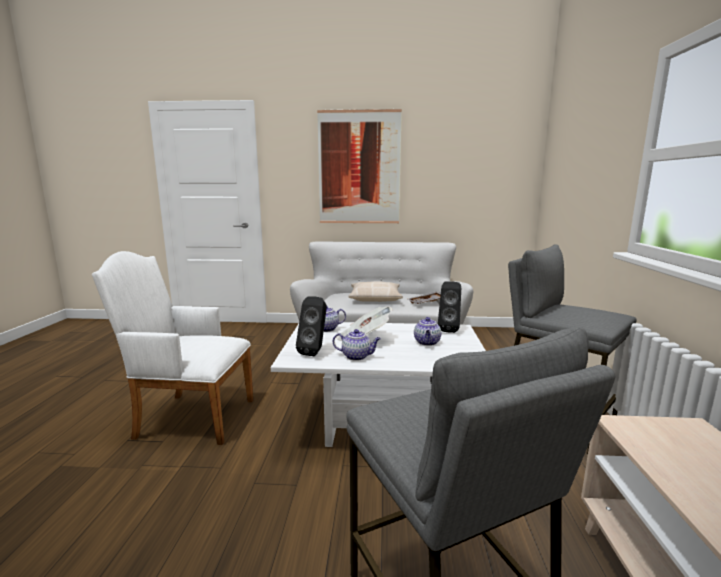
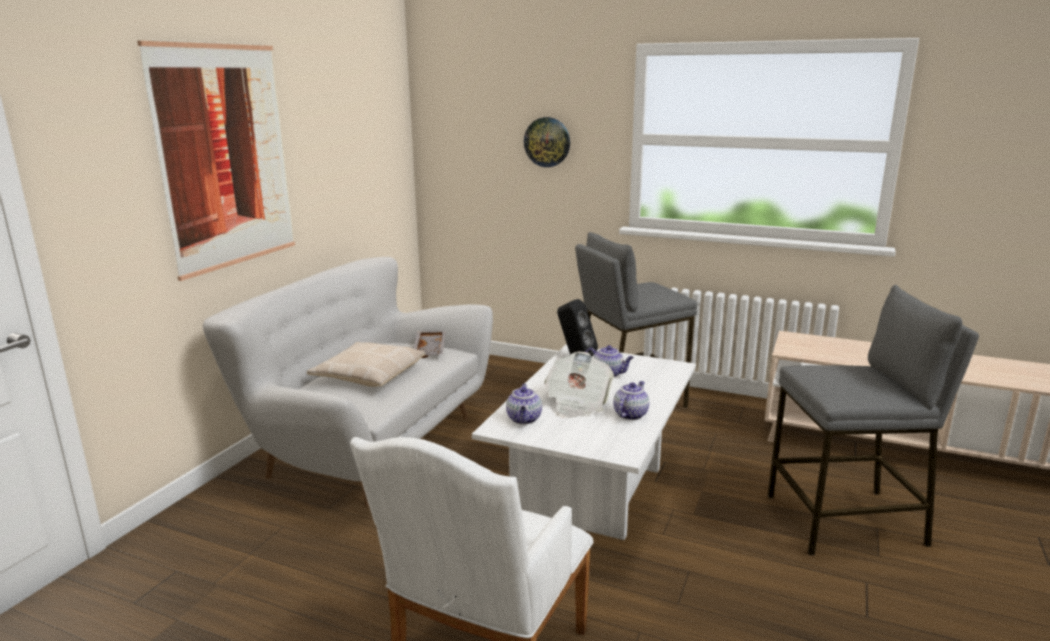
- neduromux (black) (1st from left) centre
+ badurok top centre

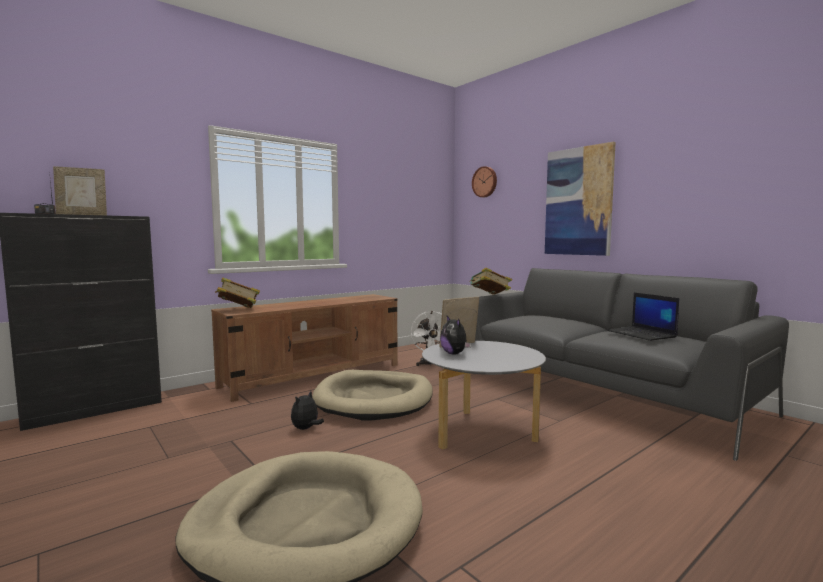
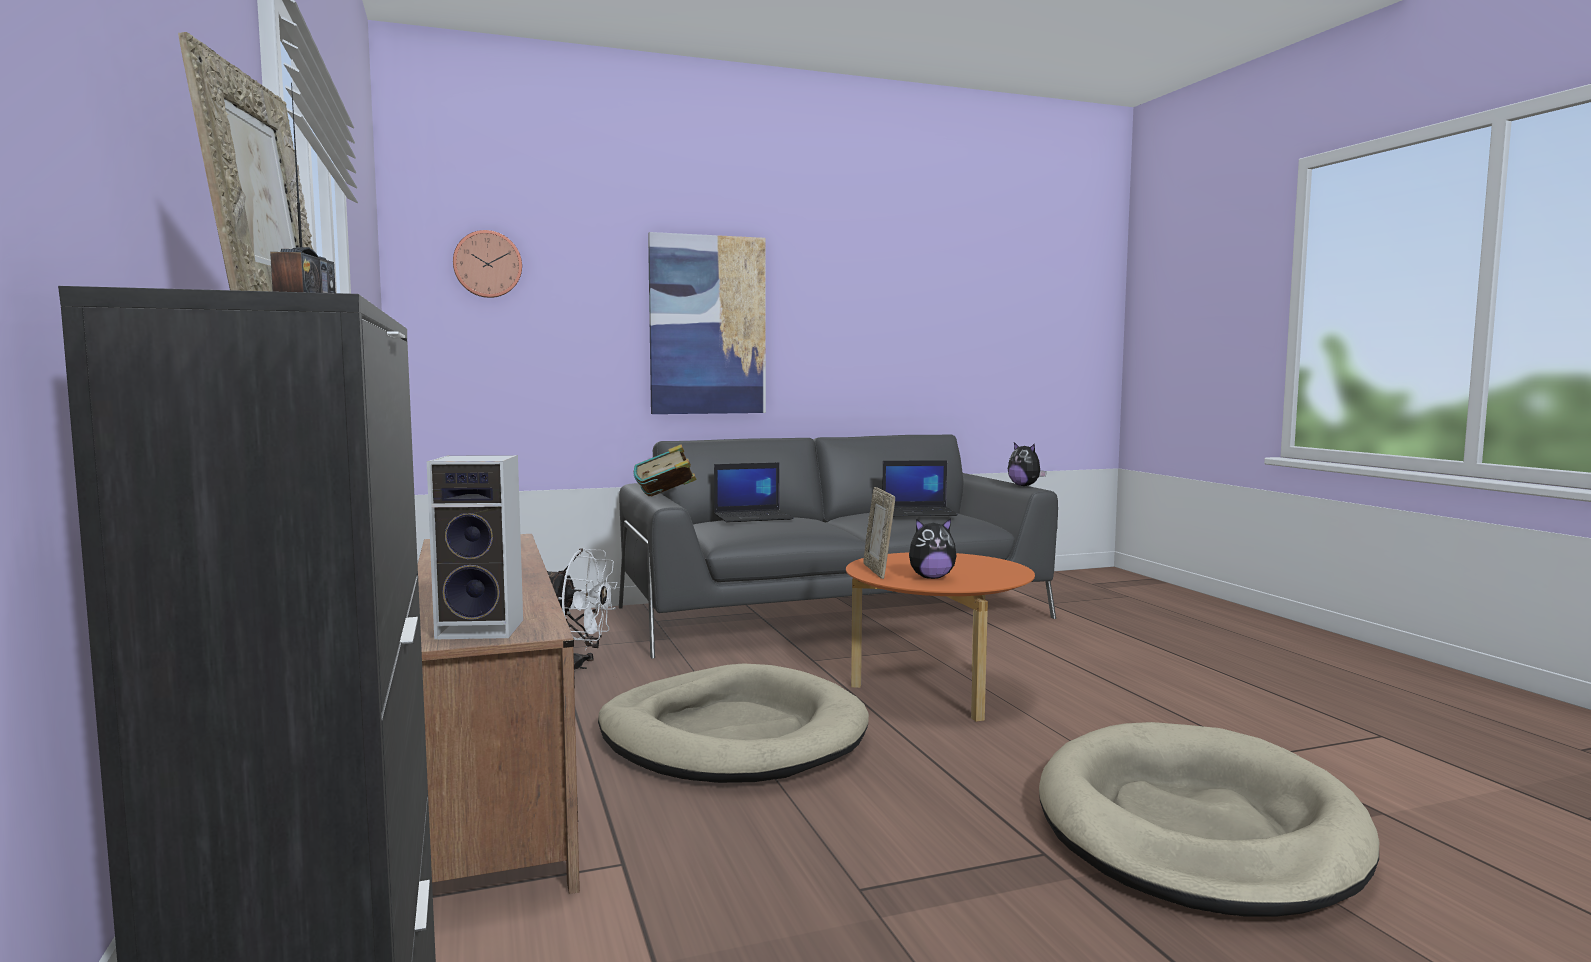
~ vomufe (1st from left) middle left to neduromux middle left
~ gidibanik (1st from left in the first image) bottom centre to gidibanik (2nd from left) centre
~ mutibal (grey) bottom centre to mutibal (orange) centre
+ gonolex (1st from left) centre

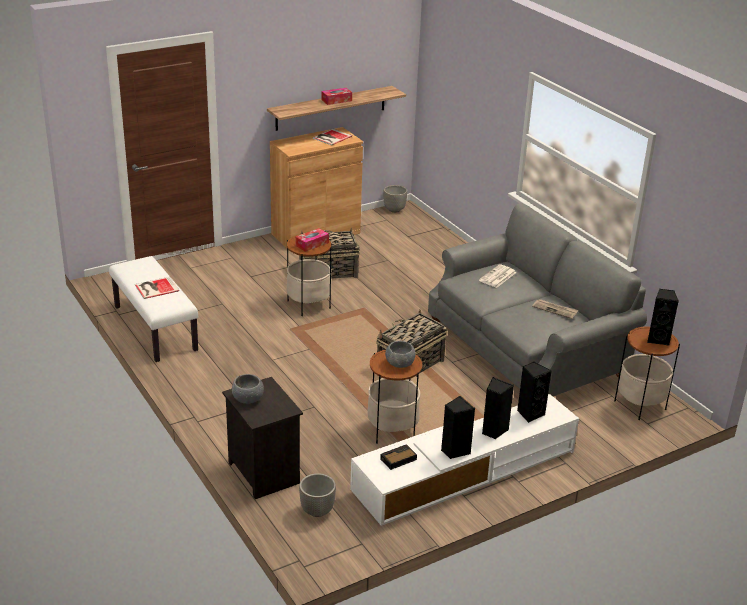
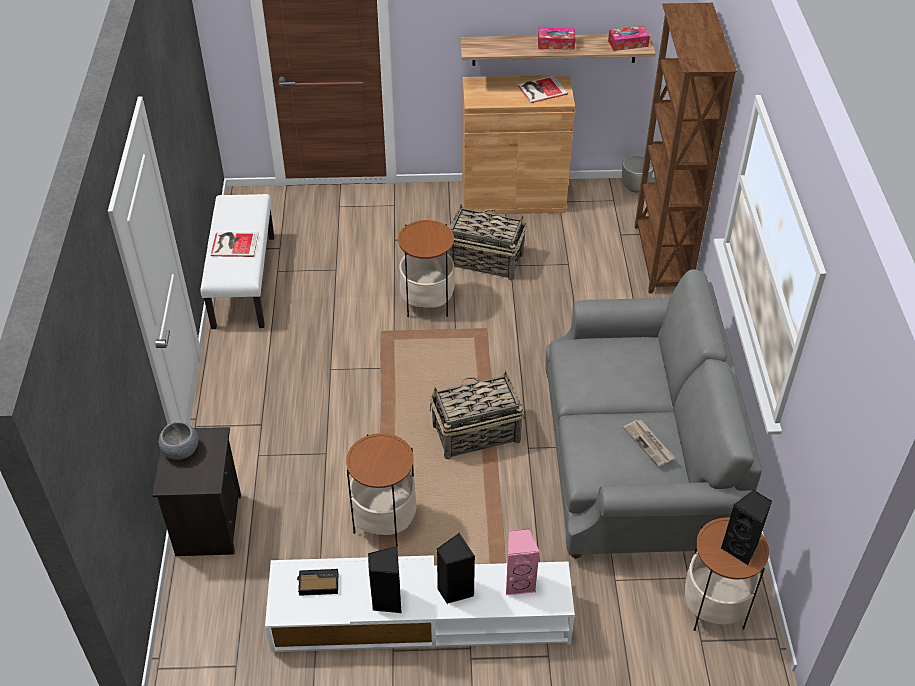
~ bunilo (1st from left in the first image) centre to bunilo (2nd from left) top right
- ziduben (1st from left) bottom centre
- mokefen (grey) (2nd from left) centre
- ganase (1st from left) centre
~ neduromux (black) (3rd from left) middle right to neduromux (pink) bottom centre
+ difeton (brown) top right

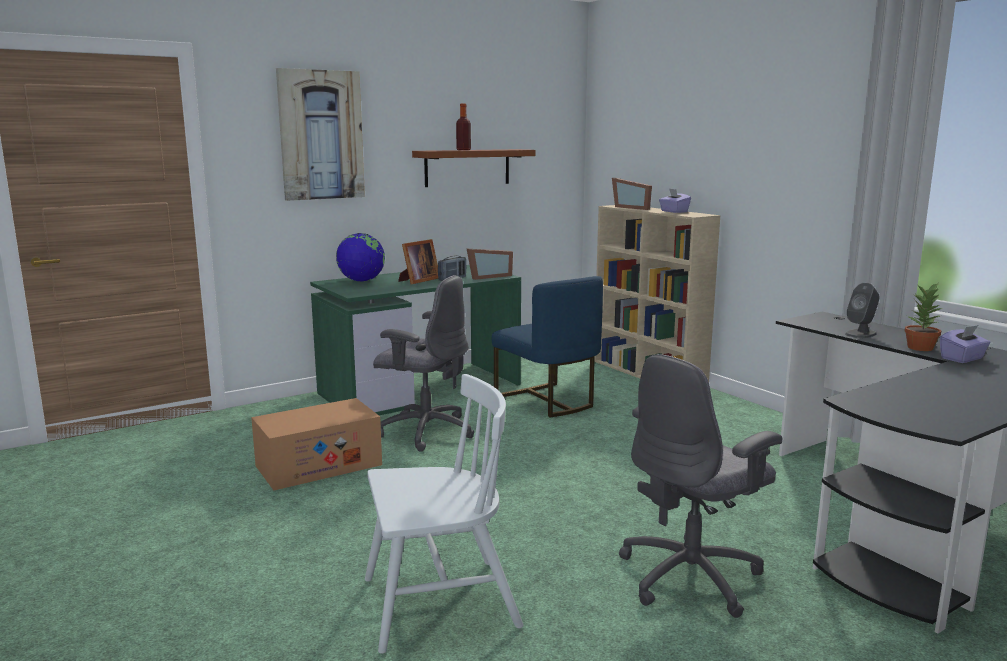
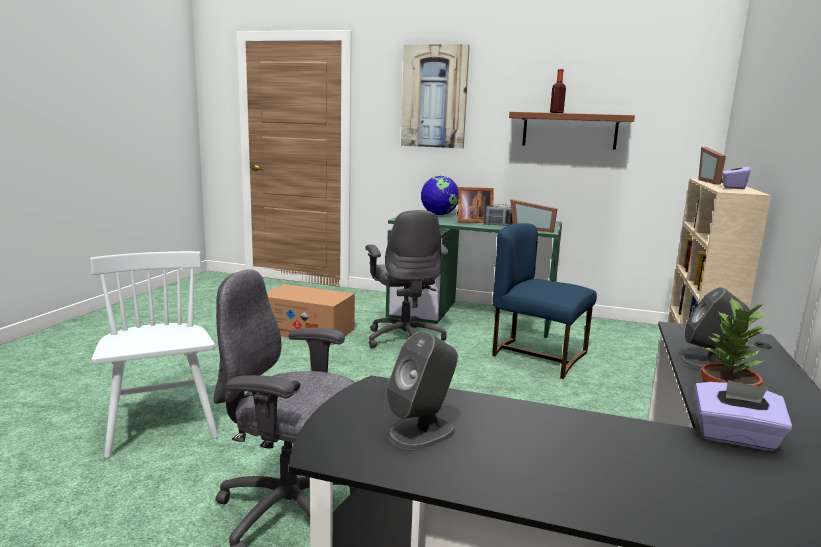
~ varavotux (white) bottom centre = middle left 150 degrees counterclockwise
~ varavotux (blue) centre = centre 105 degrees clockwise
+ neduromux (grey) (1st from left) bottom centre

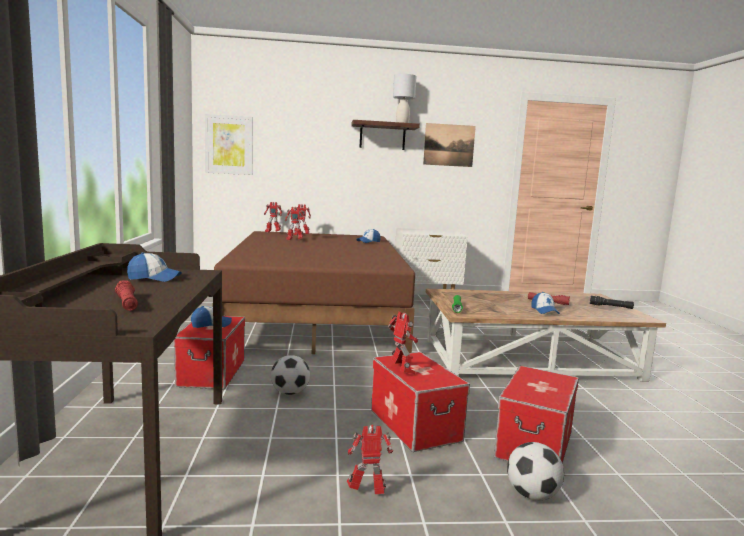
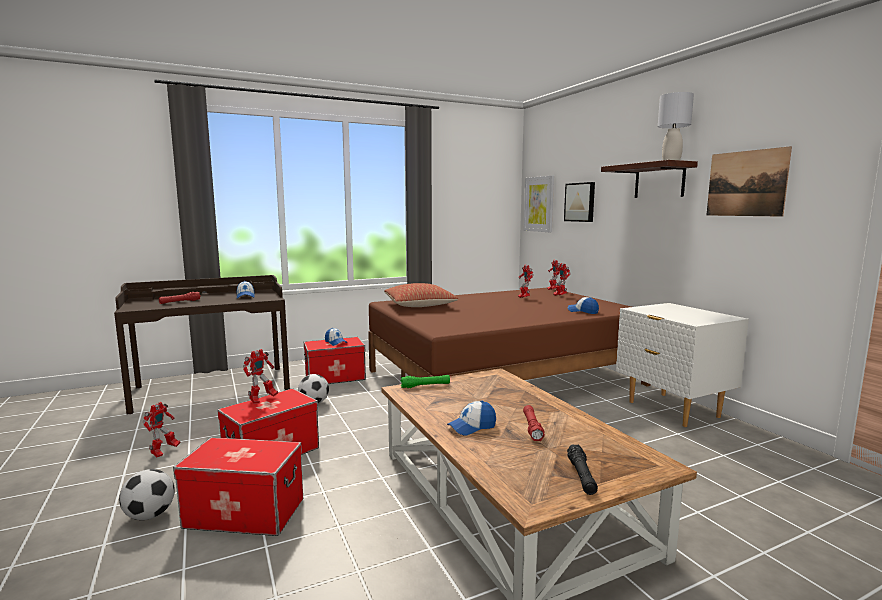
~ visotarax (4th from left in the first image) bottom centre = bottom left 45 degrees clockwise
+ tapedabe centre
+ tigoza (2nd from left) centre

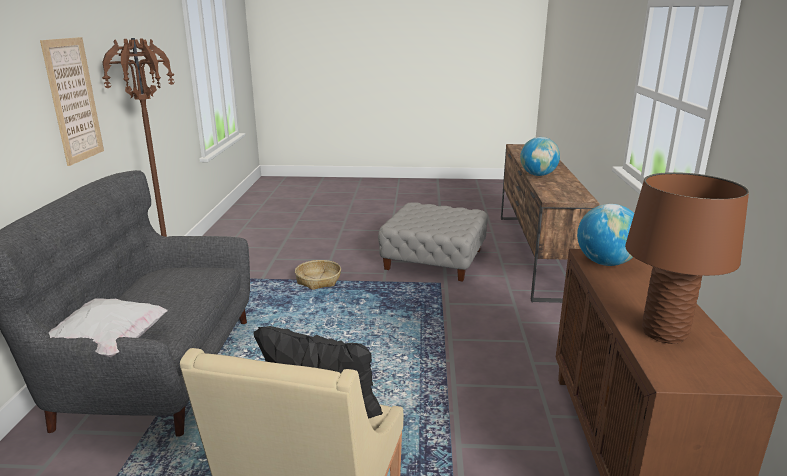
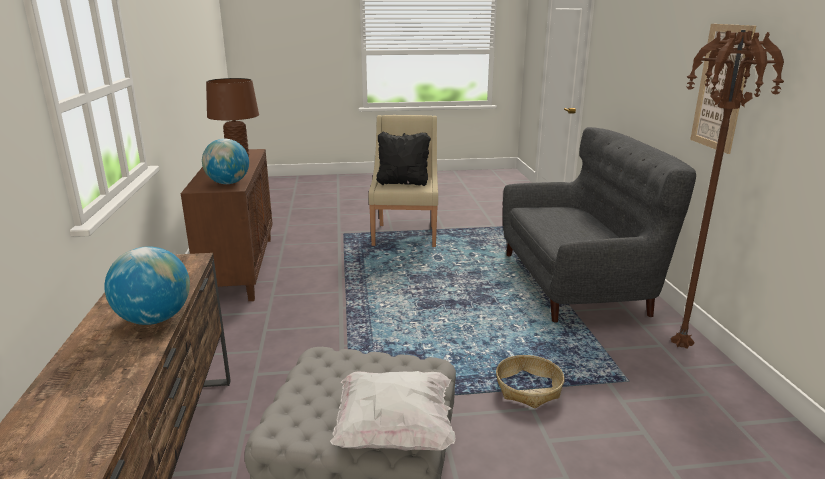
~ tapedabe (white) bottom left to bottom centre

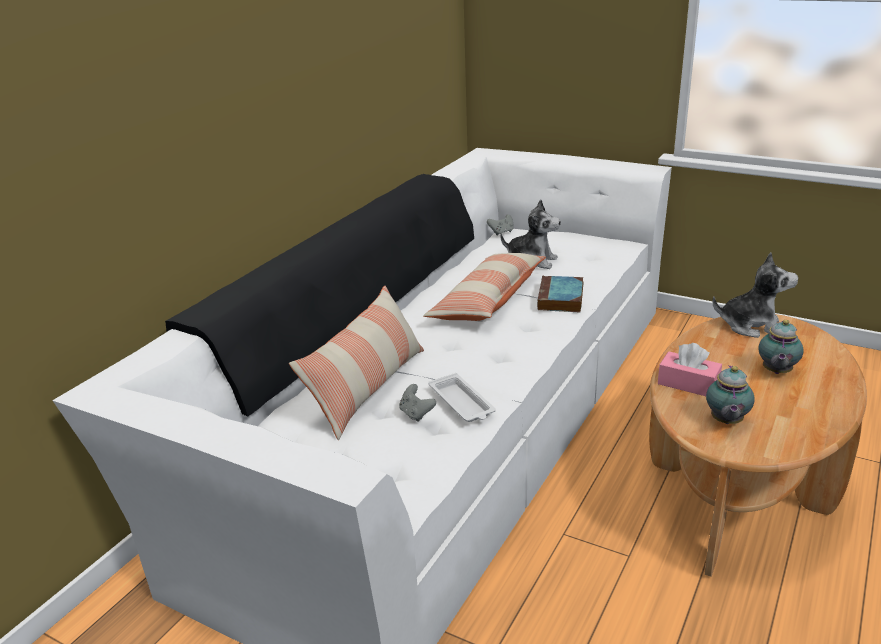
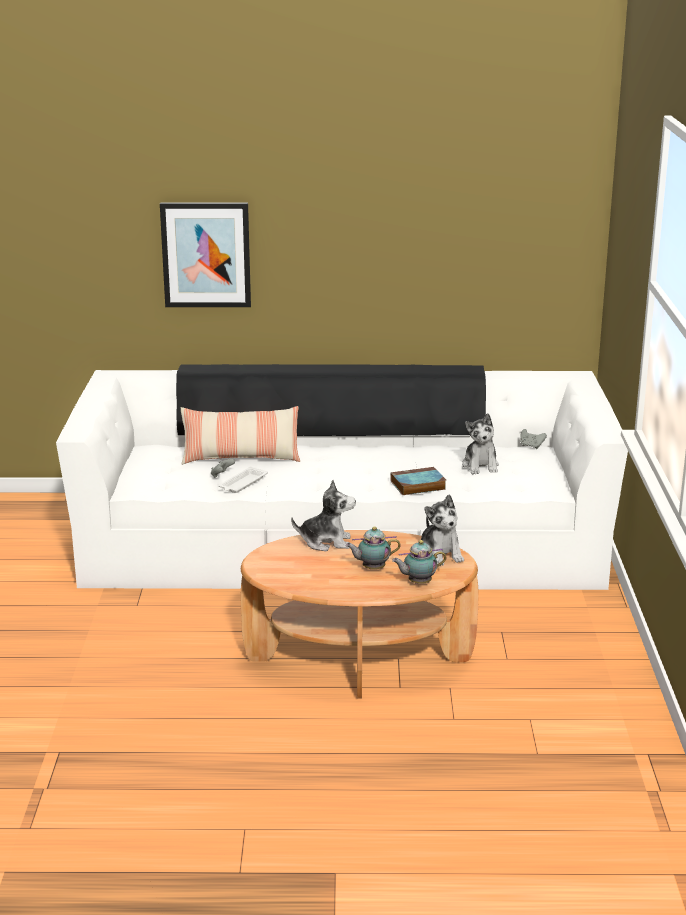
- tapedabe (2nd from left) centre
~ bunilo (pink) middle right to gidibanik (1st from left) centre
~ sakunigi (1st from left in the first image) middle right to sakunigi (2nd from left) centre
+ tigoza top left

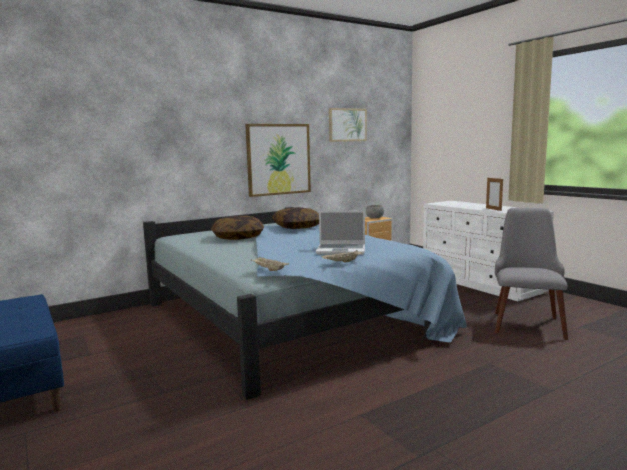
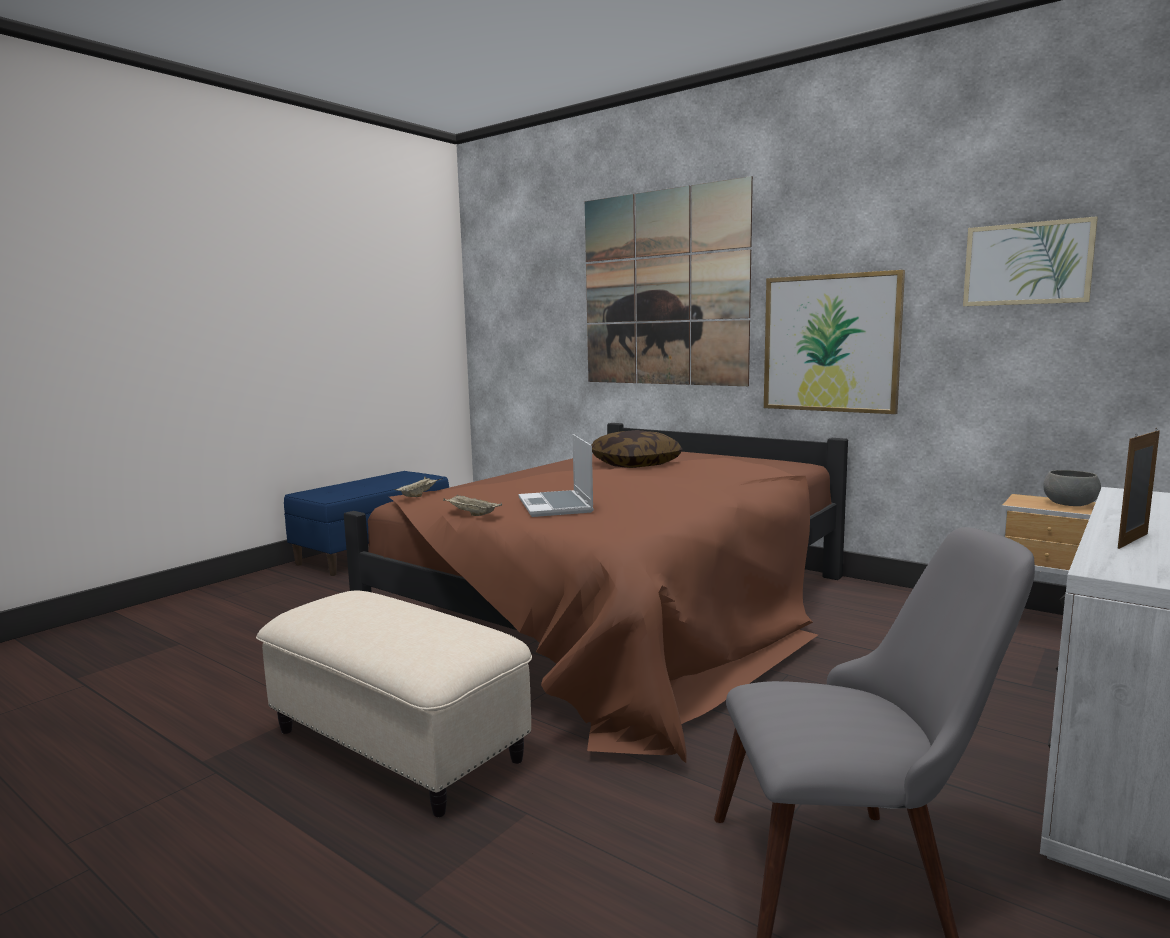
~ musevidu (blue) centre to musevidu (brown) centre
- tapedabe (2nd from left) centre
+ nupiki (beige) bottom centre
+ tigoza (1st from left) top centre

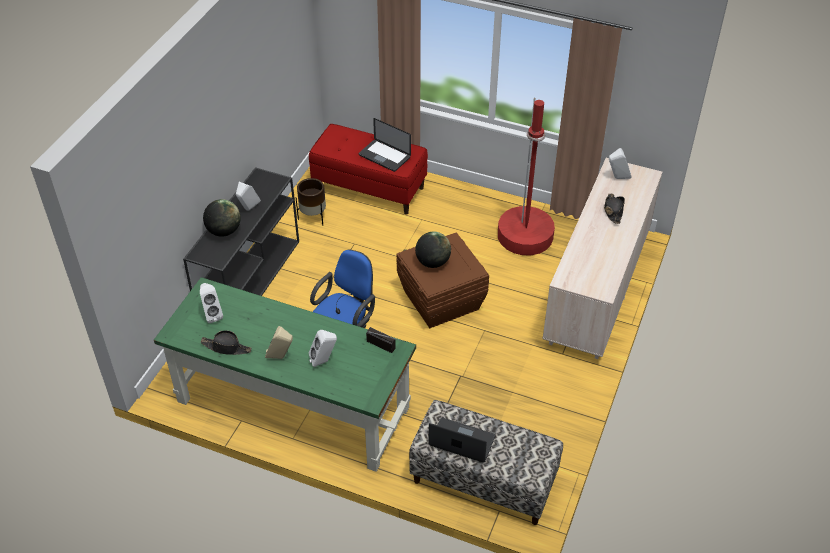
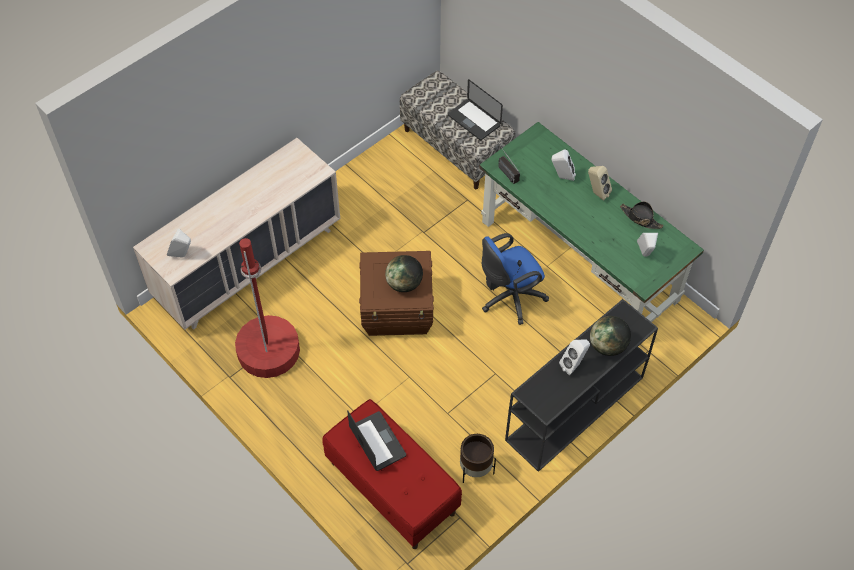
- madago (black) (2nd from left) middle right

